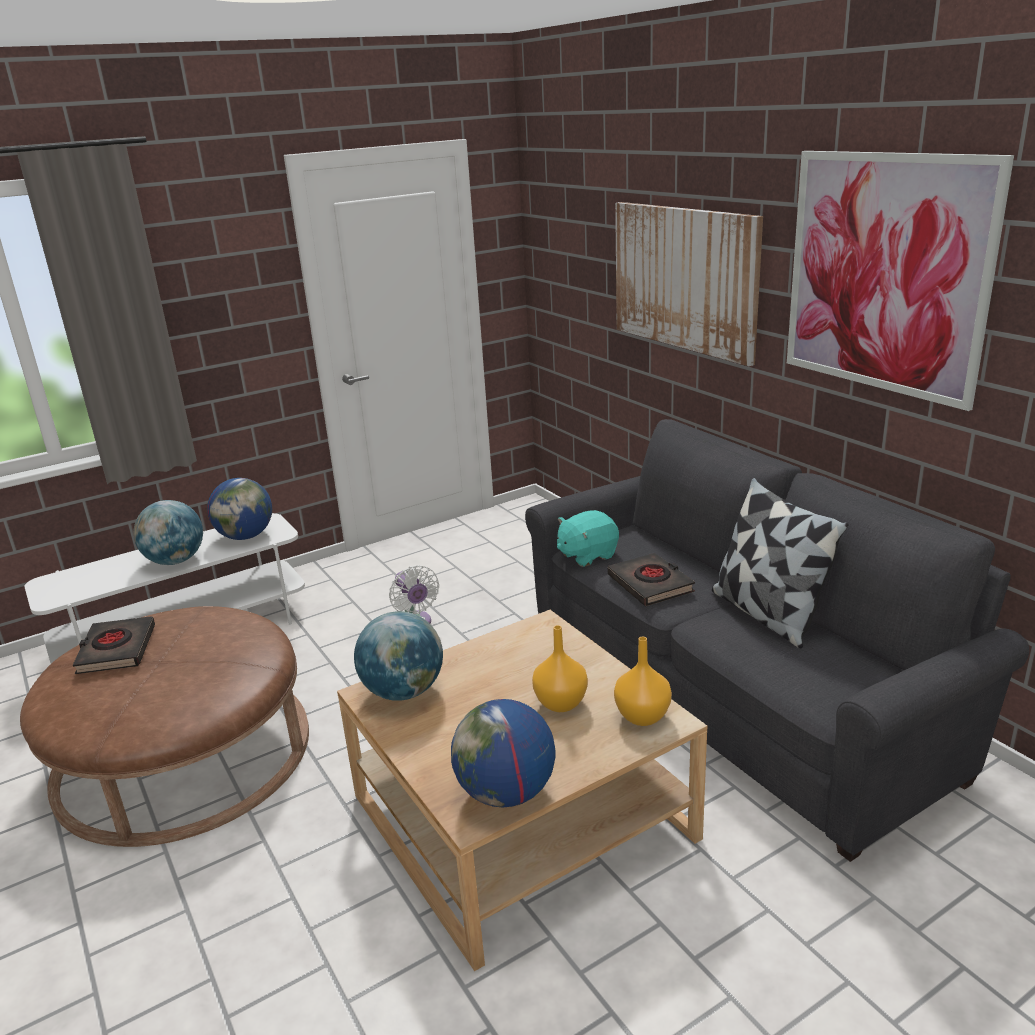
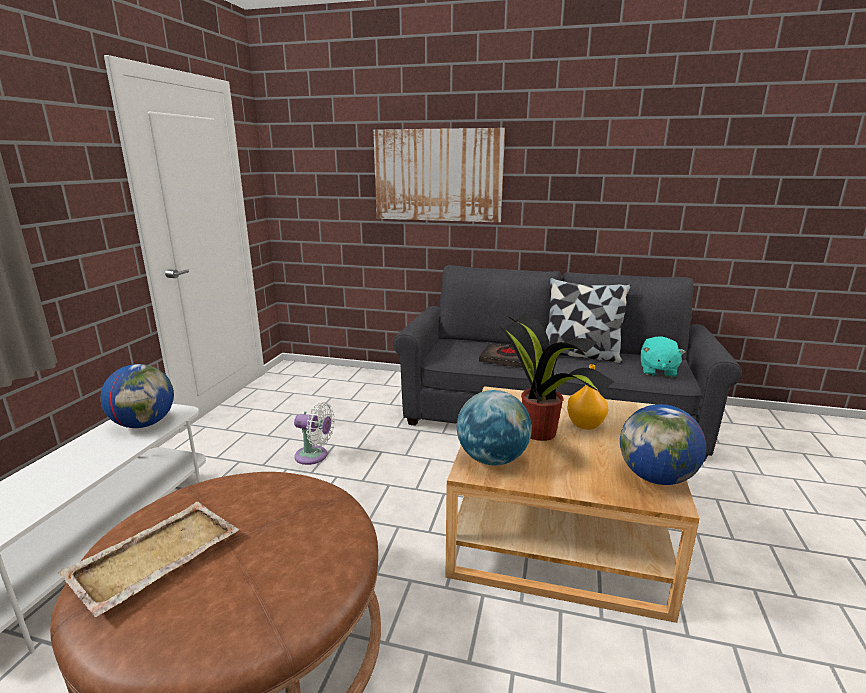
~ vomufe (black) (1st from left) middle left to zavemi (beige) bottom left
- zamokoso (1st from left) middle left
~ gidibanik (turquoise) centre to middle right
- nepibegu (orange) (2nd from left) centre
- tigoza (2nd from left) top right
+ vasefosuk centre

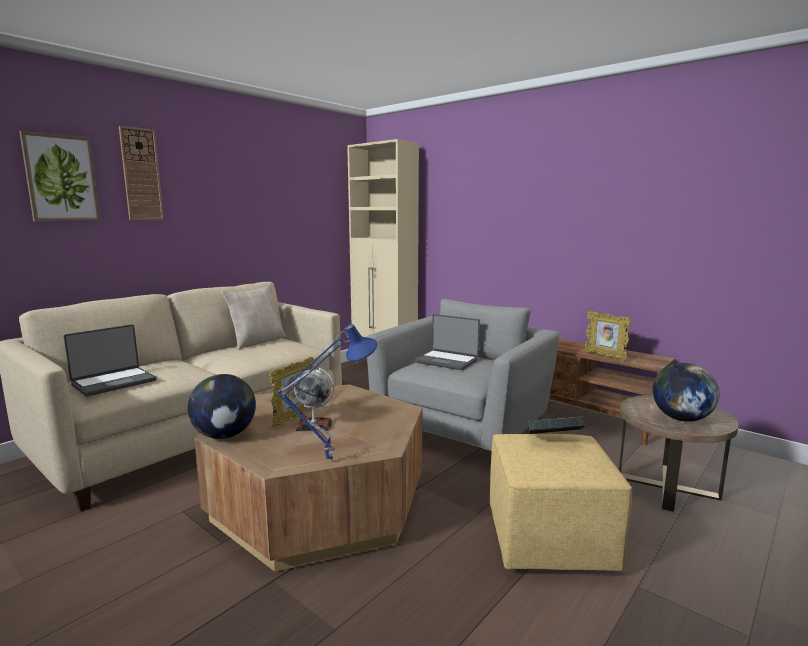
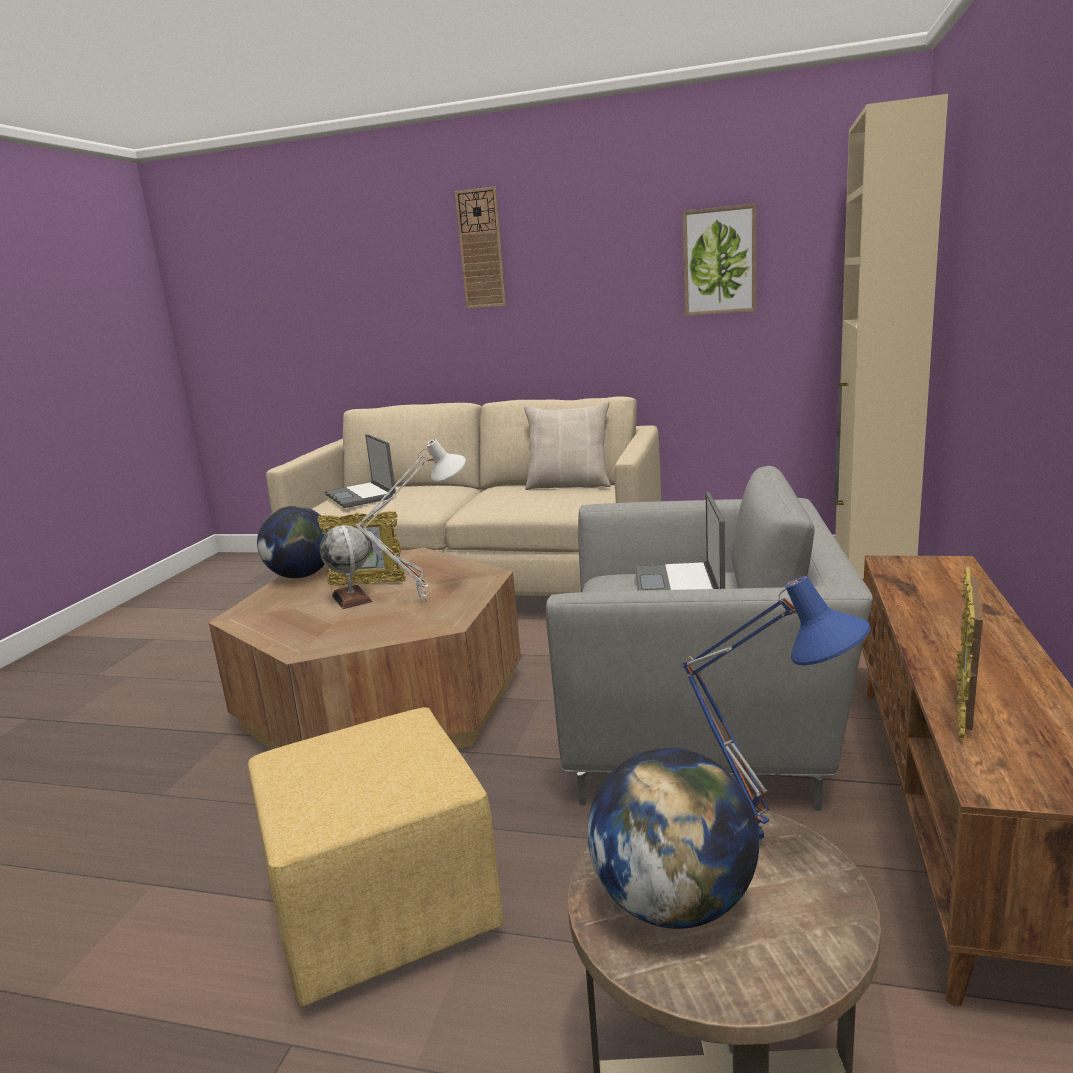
~ tigoza top left to top right
~ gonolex (1st from left) middle left = centre 45 degrees clockwise
~ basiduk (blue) centre to middle right
- vomufe middle right
+ basiduk (white) centre

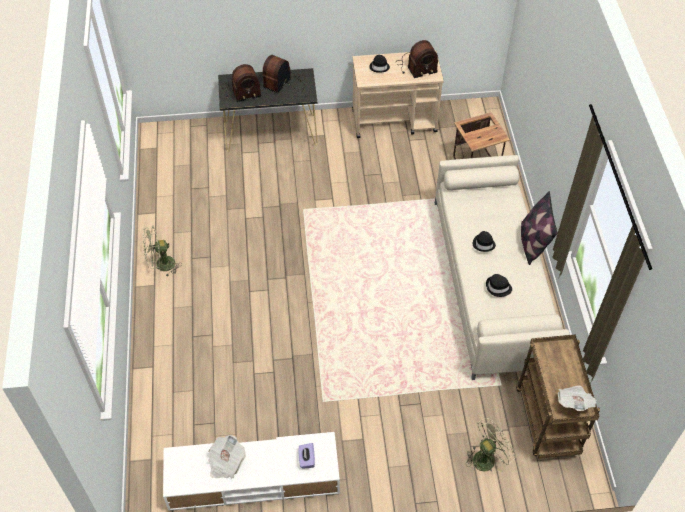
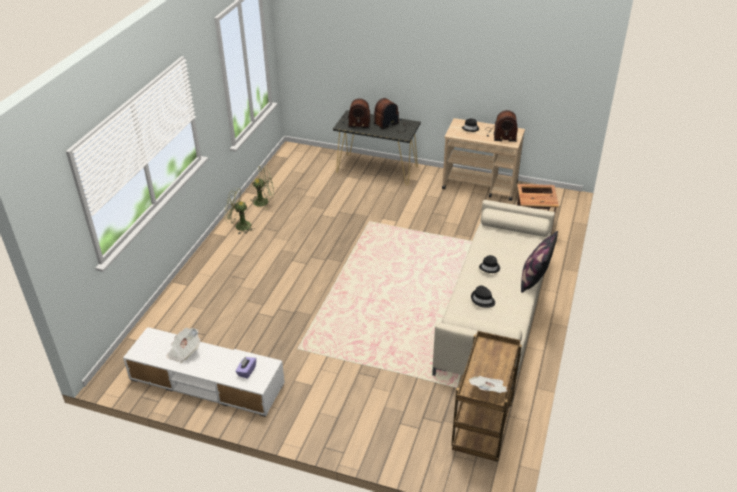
~ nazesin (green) (2nd from left) bottom right to centre

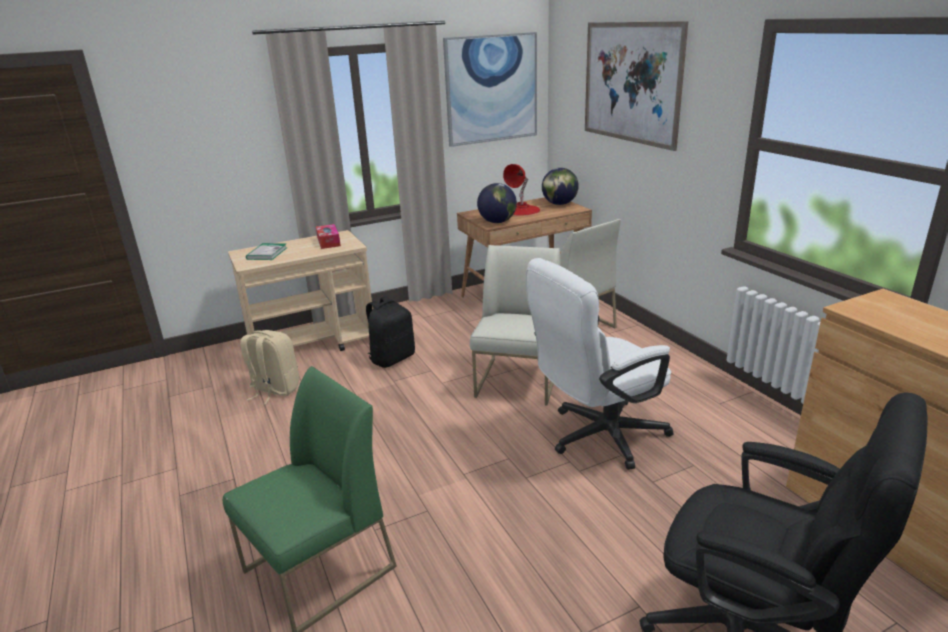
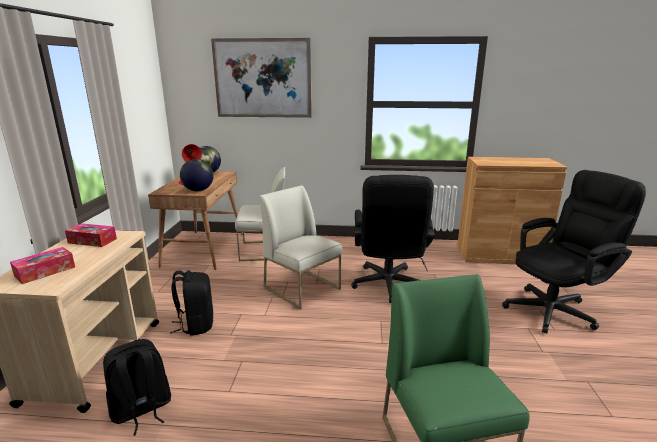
~ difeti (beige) middle left to difeti (black) (1st from left) bottom left
~ vomufe middle left to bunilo (1st from left) middle left
- tigoza (1st from left) top centre
~ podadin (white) centre to podadin (black) (1st from left) centre

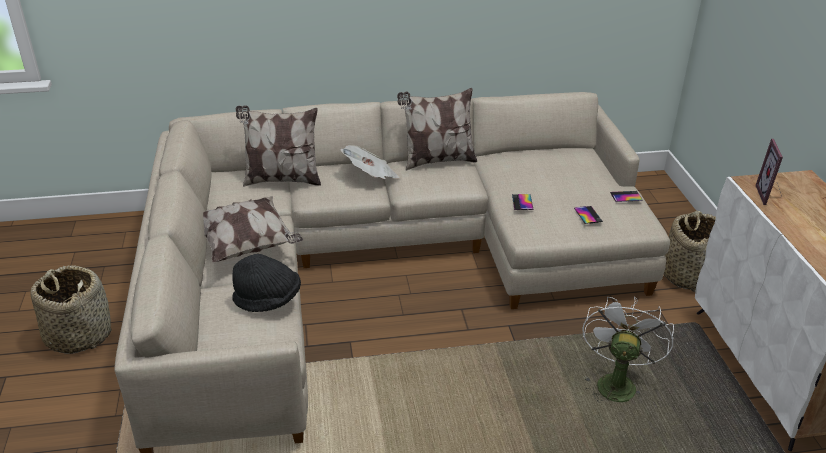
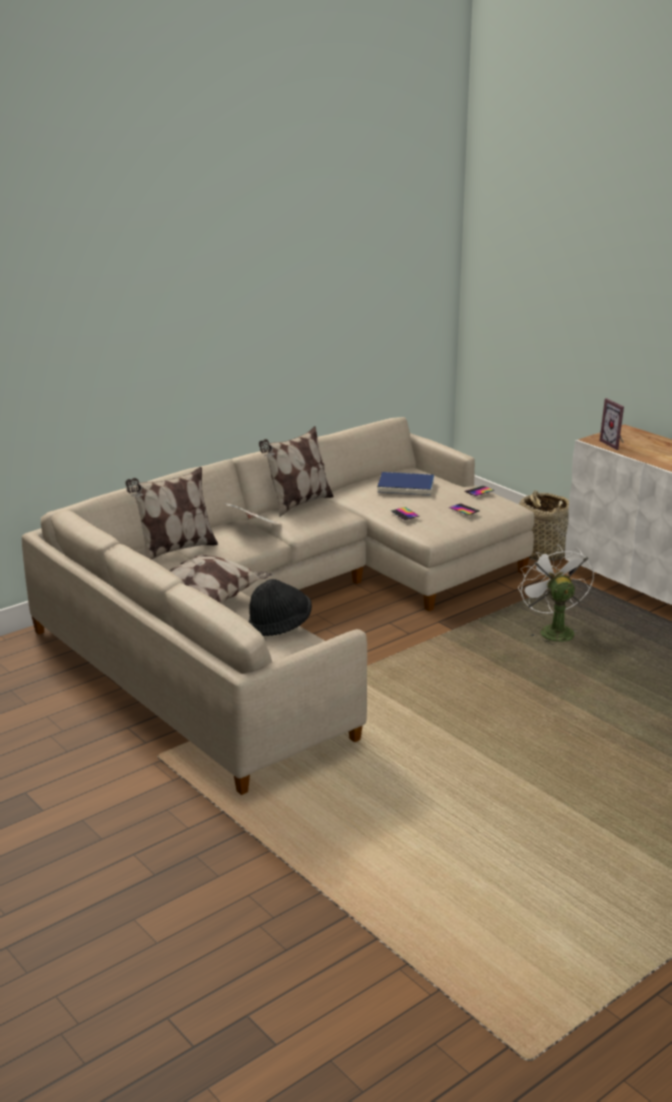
- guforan (1st from left) bottom left
+ vomufe (blue) centre

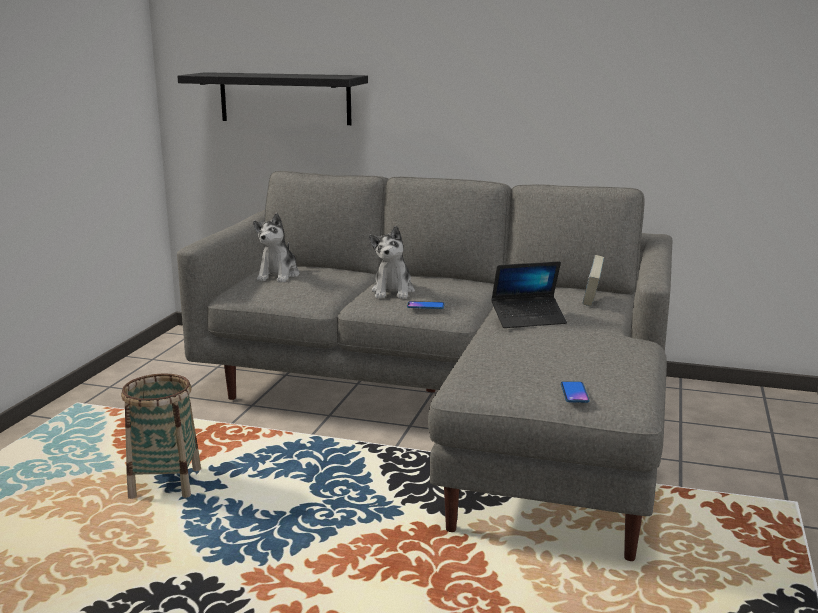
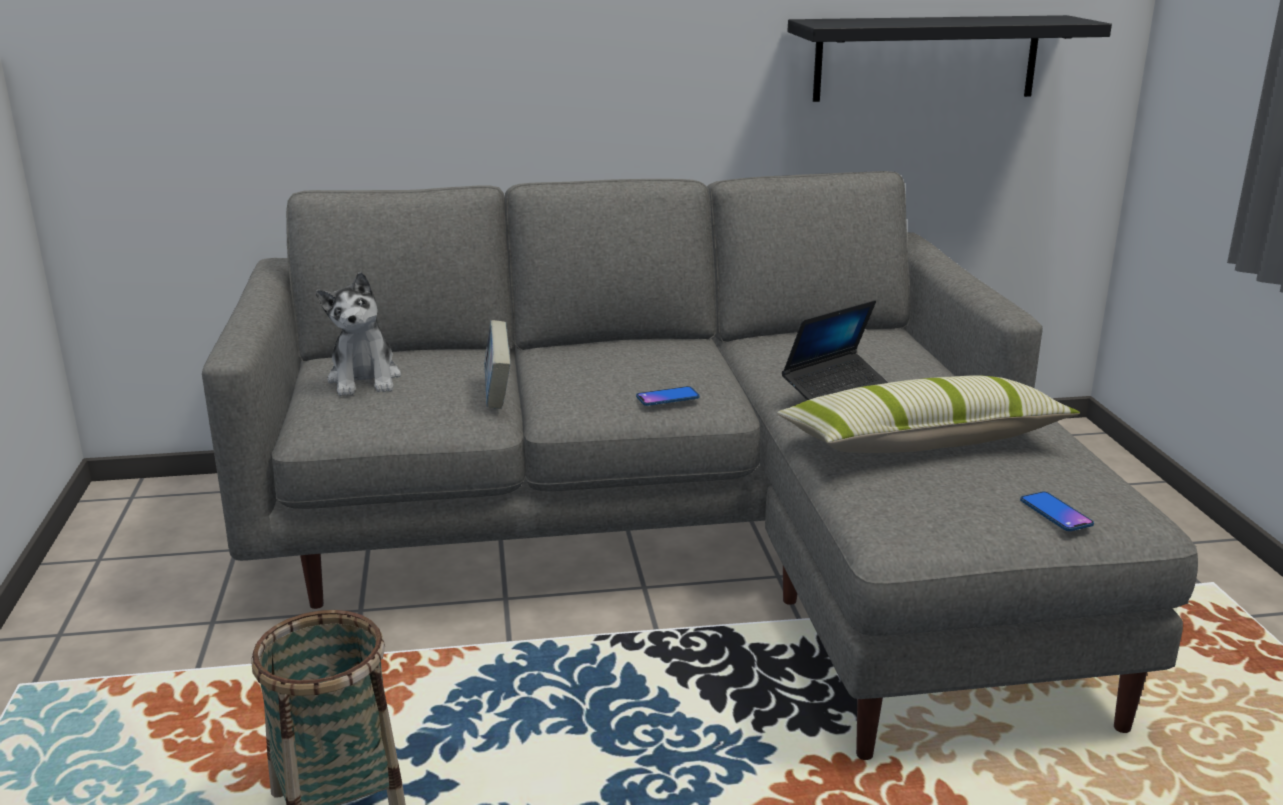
~ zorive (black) top left to top right
- gidibanik (2nd from left) centre
~ vomufe middle right to centre
+ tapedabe middle right

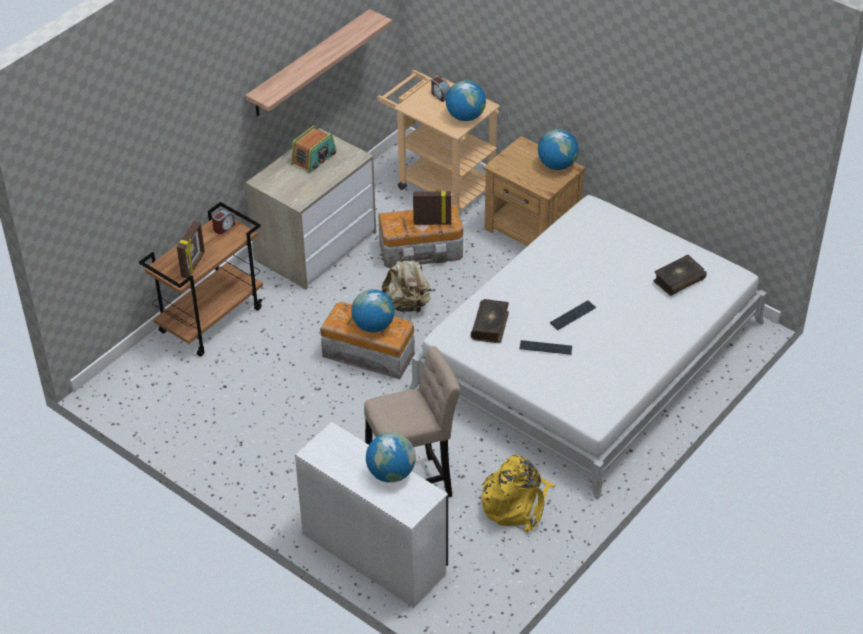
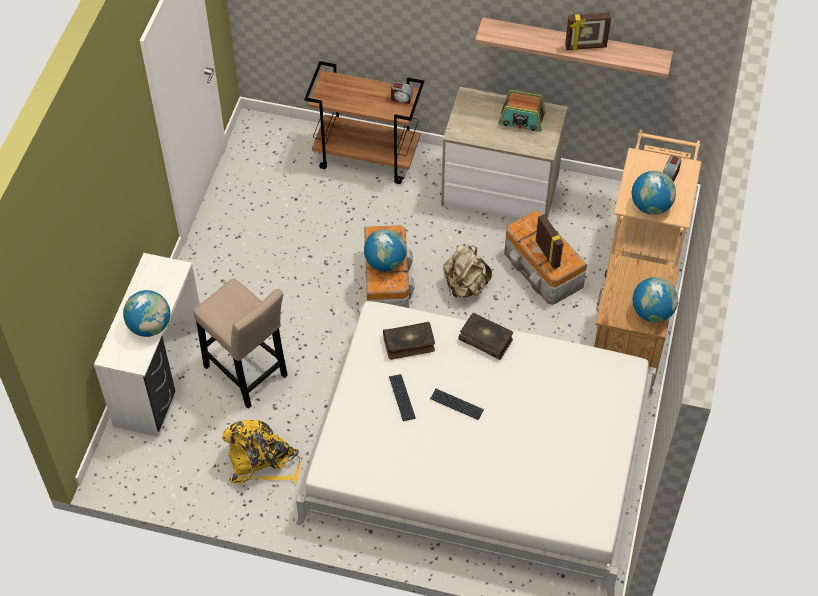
~ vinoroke (1st from left in the first image) middle left to vinoroke (2nd from left) top right
~ vomufe (2nd from left) middle right to centre

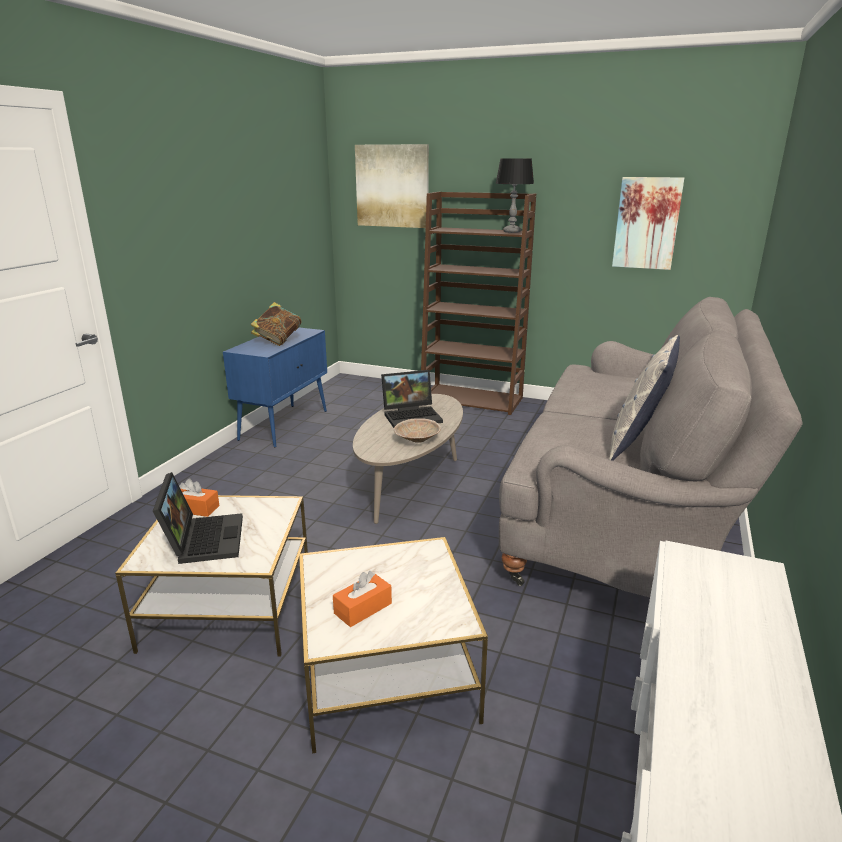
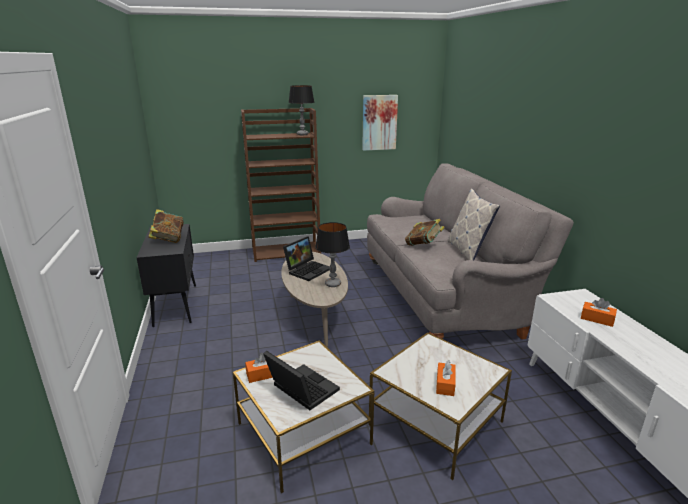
~ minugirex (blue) middle left to minugirex (black) middle left
- tigoza (1st from left) top centre
~ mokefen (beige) centre to basiduk (2nd from left) centre
+ vomufe (2nd from left) centre
+ bunilo (orange) (3rd from left) middle right

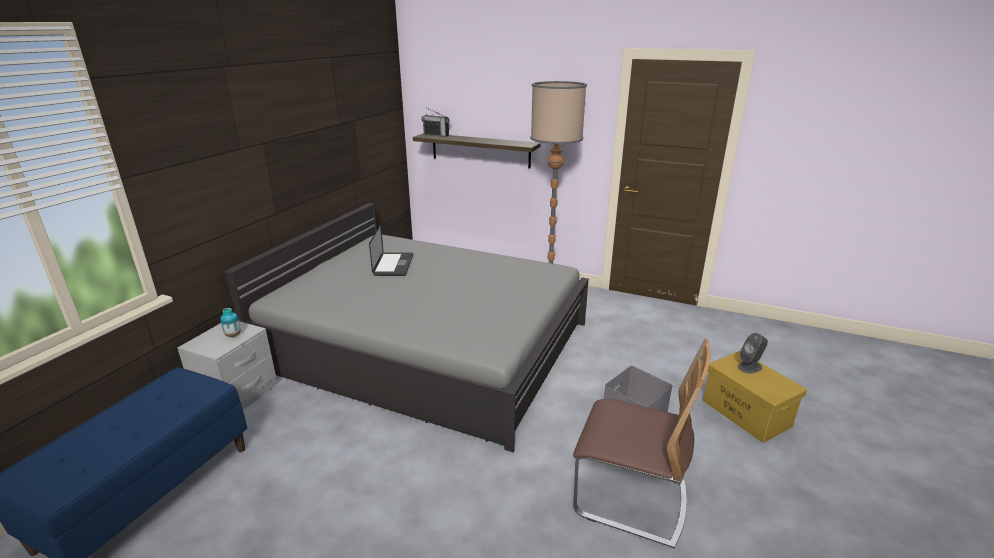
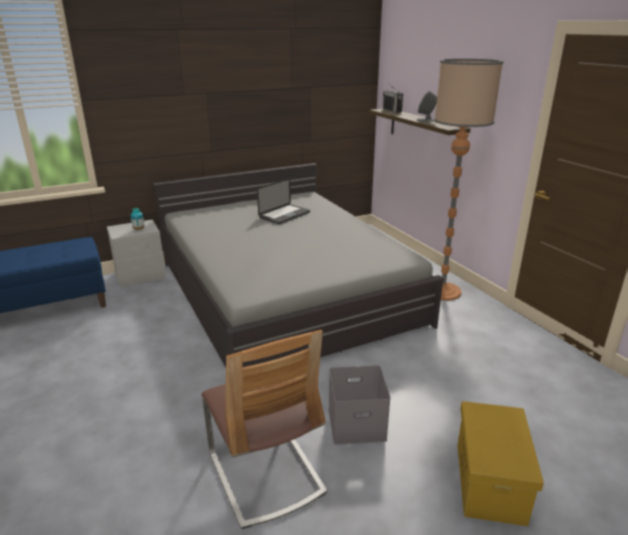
~ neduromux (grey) middle right to top right

